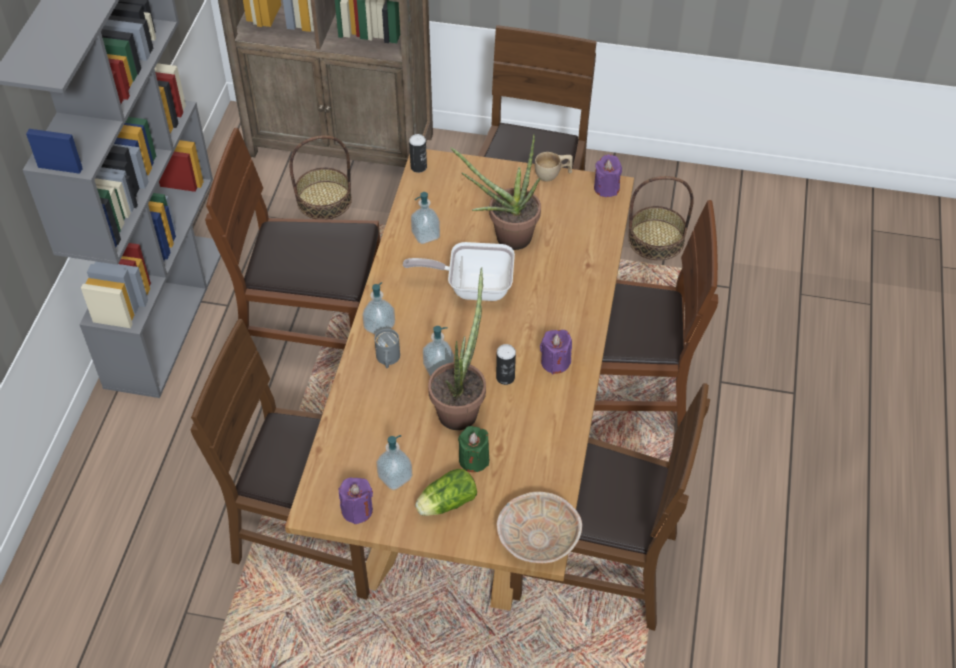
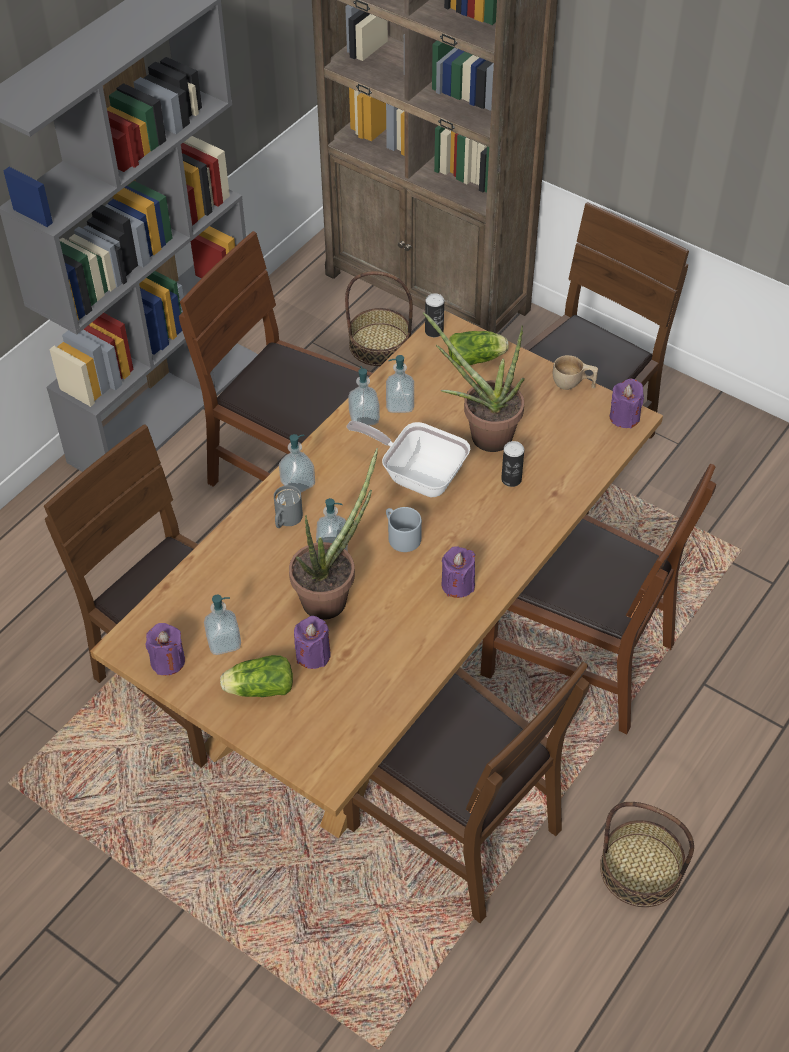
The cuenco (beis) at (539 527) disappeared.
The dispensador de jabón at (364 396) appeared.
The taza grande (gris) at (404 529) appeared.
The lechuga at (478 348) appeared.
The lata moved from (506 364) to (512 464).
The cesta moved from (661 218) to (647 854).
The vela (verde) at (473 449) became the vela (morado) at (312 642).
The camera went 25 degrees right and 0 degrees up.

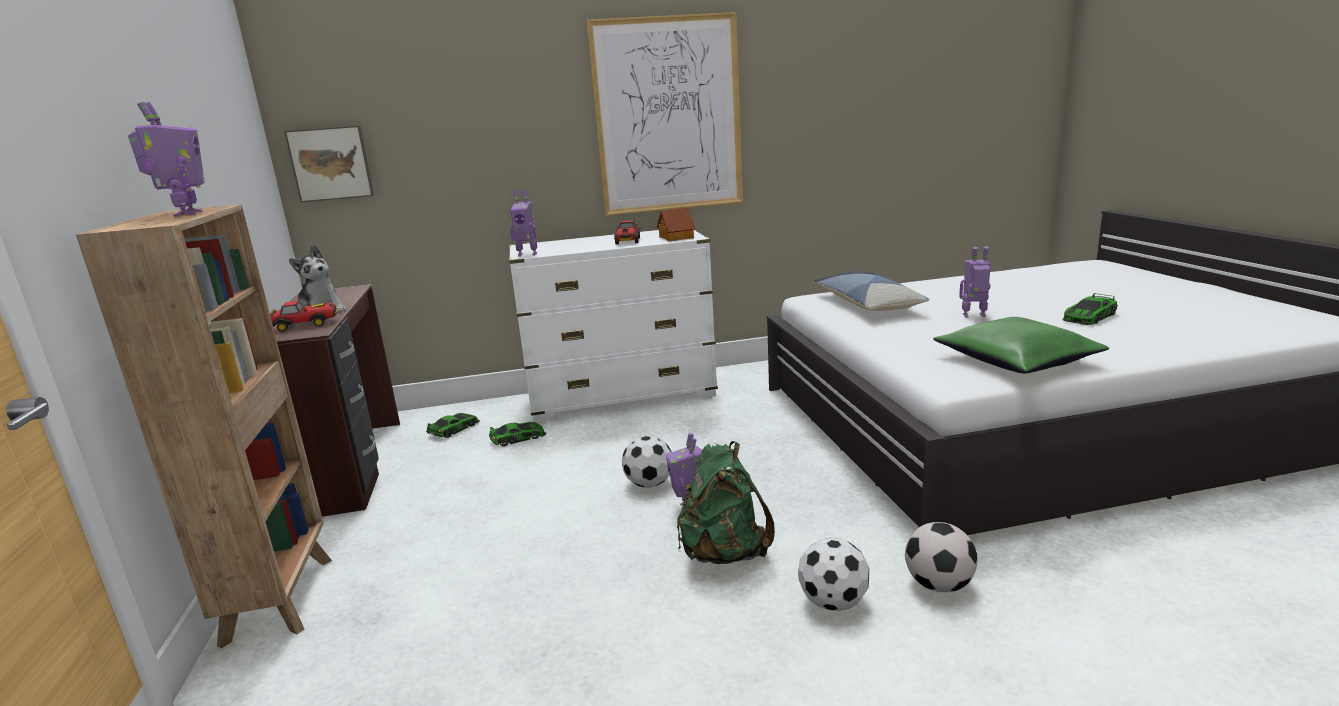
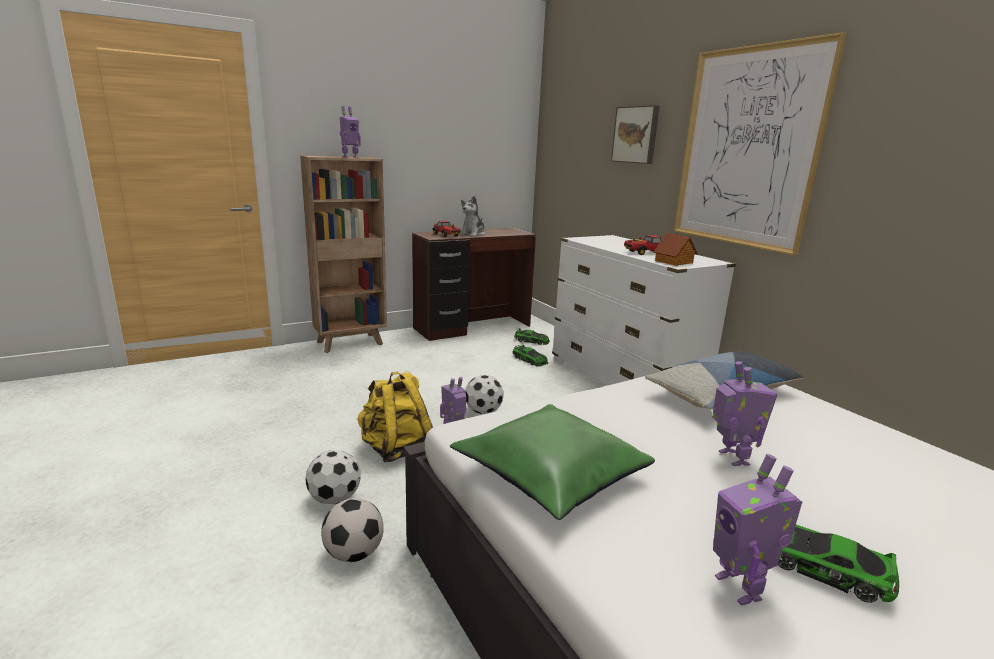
The cuadro moved from (329 163) to (635 134).
The robot de juguete moved from (523 223) to (757 530).
The mochila (verde) at (726 502) became the mochila (amarillo) at (395 416).
The camera went 70 degrees right and 0 degrees up.

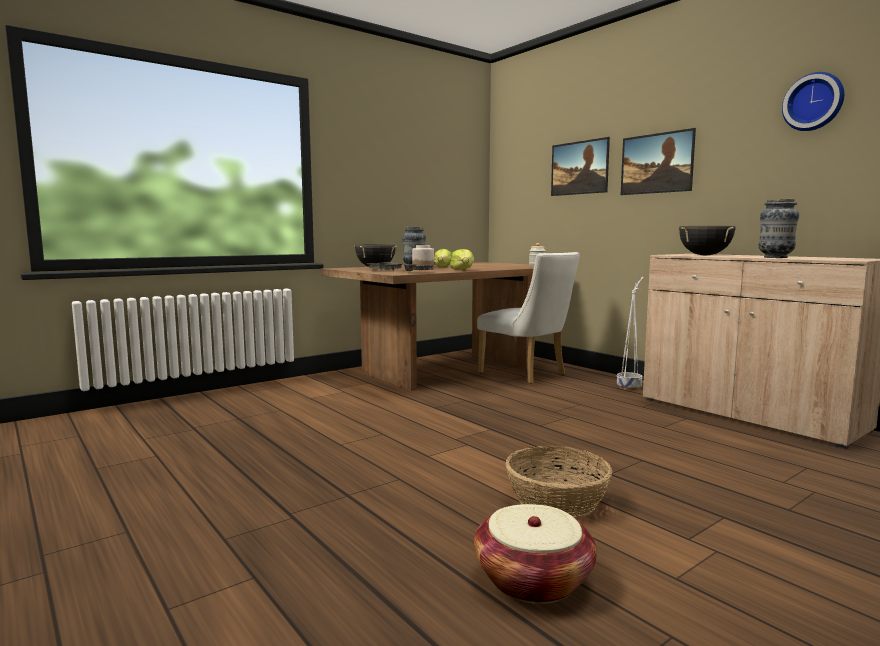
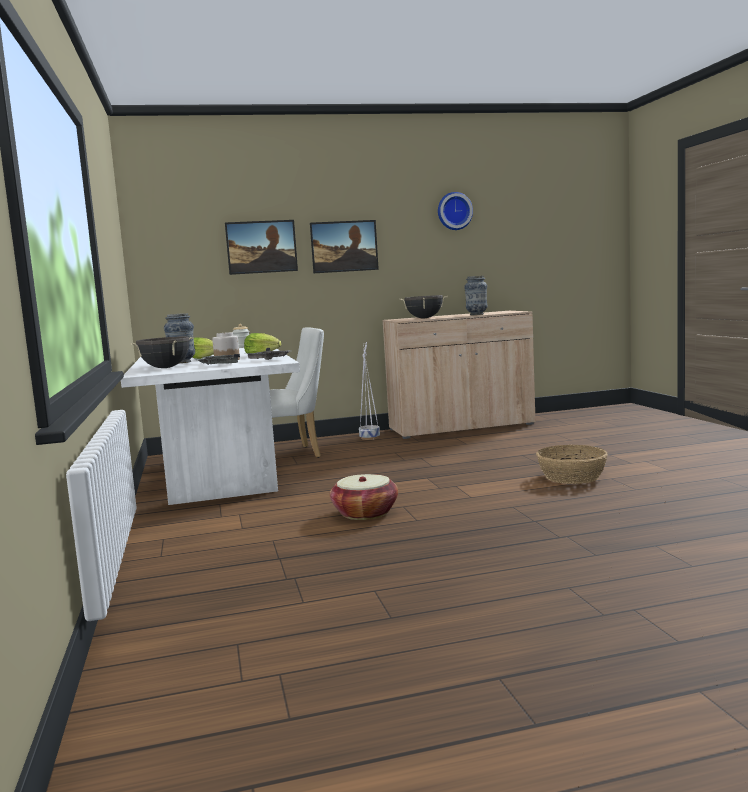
The cesta moved from (535 554) to (364 497).
The mesa de comedor (marrón) at (427 326) became the mesa de comedor (blanco) at (210 426).
The camera went 65 degrees left and 0 degrees up.

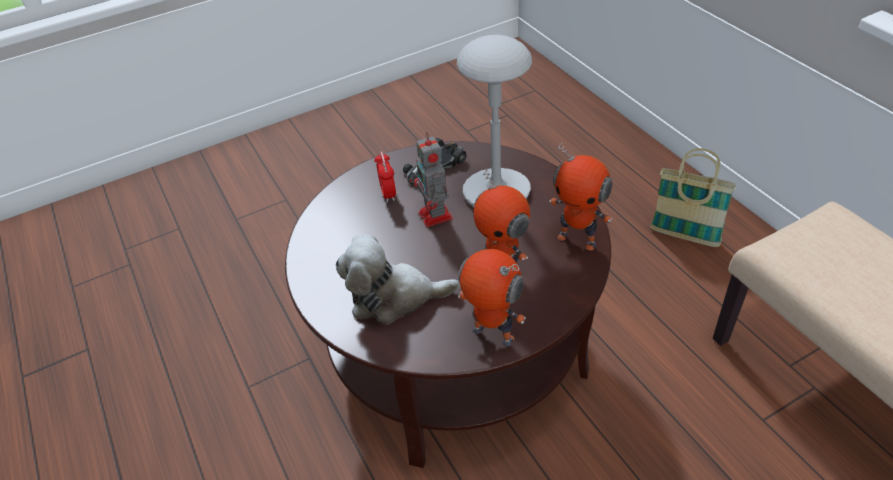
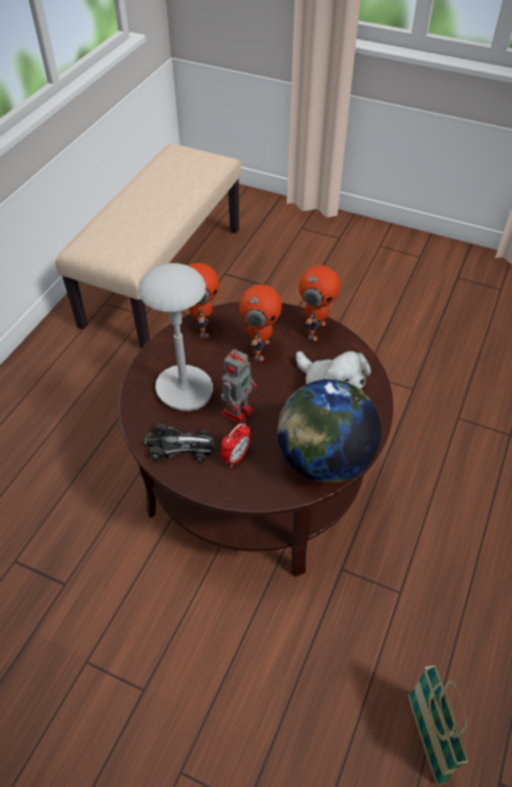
The globo terráqueo at (329 431) appeared.
The cesta moved from (693 197) to (438 725).
The robot de juguete at (492 298) turned 150 degrees counterclockwise.
The camera went 130 degrees left and 5 degrees up.

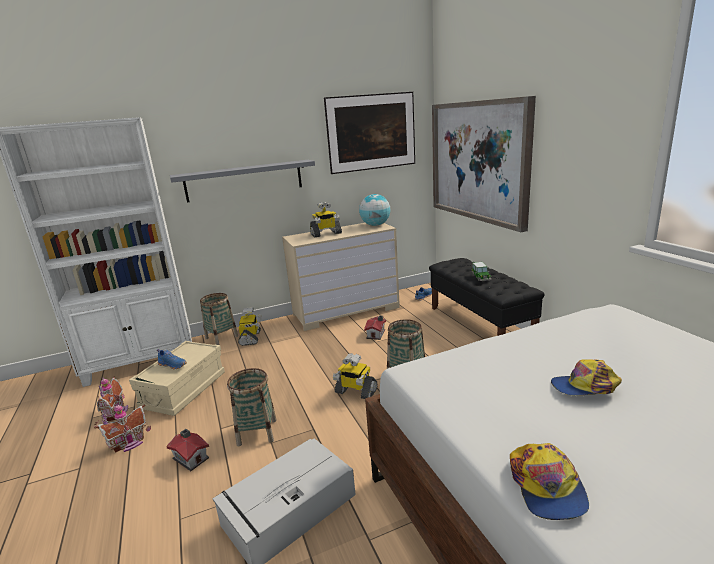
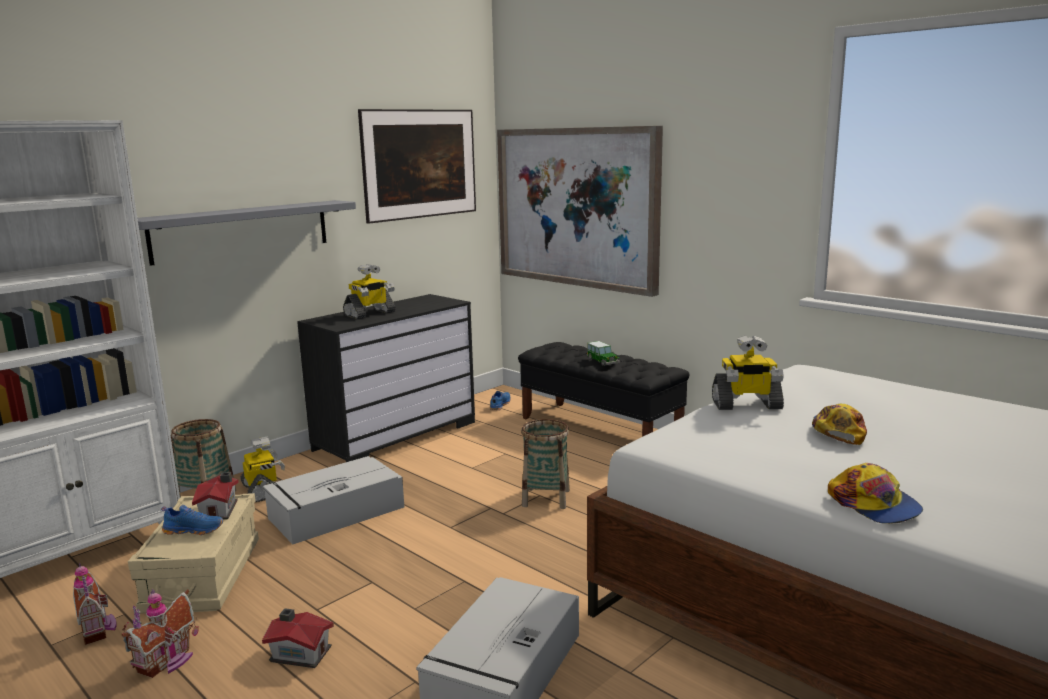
The cesta at (252 407) disappeared.
The globo terráqueo at (374 210) disappeared.
The caja de almacenaje (gris) at (333 500) appeared.
The robot de juguete moved from (355 376) to (748 372).
The casita moved from (375 328) to (215 496).
The cómoda (beis) at (341 277) became the cómoda (negro) at (386 378).
The gorra at (586 377) turned 135 degrees clockwise.
The camera went 25 degrees left and 5 degrees down.

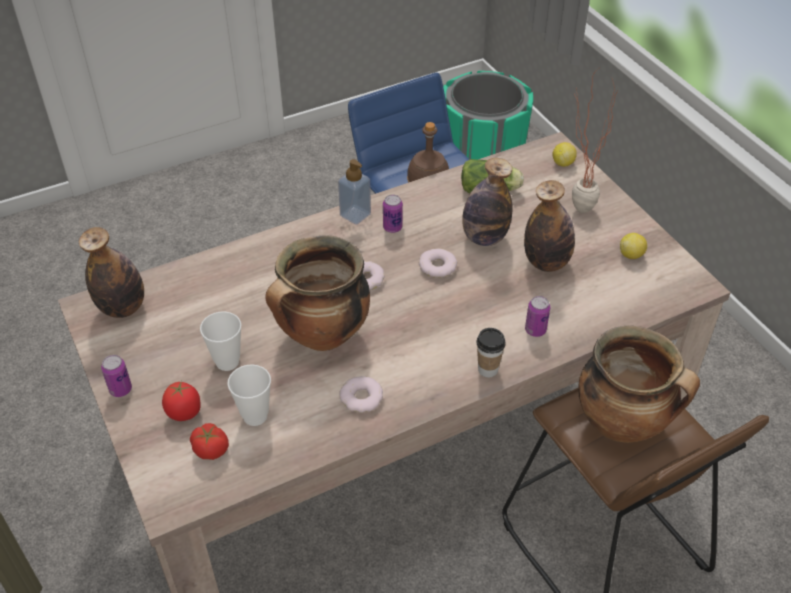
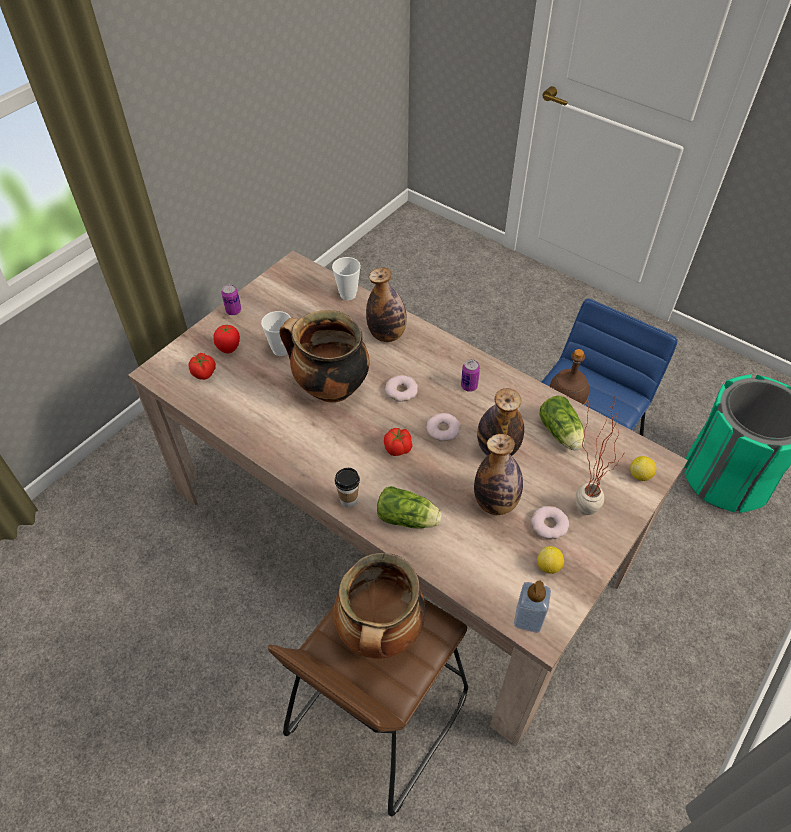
The tomate at (398 442) appeared.
The botella moved from (111 272) to (386 304).
The taza moved from (249 395) to (346 278).
The dispensador de jabón moved from (354 192) to (532 607).
The rosquilla moved from (361 394) to (550 522).
The lata at (537 316) was replaced by the lechuga at (409 507).
The camera went 65 degrees right and 5 degrees up.

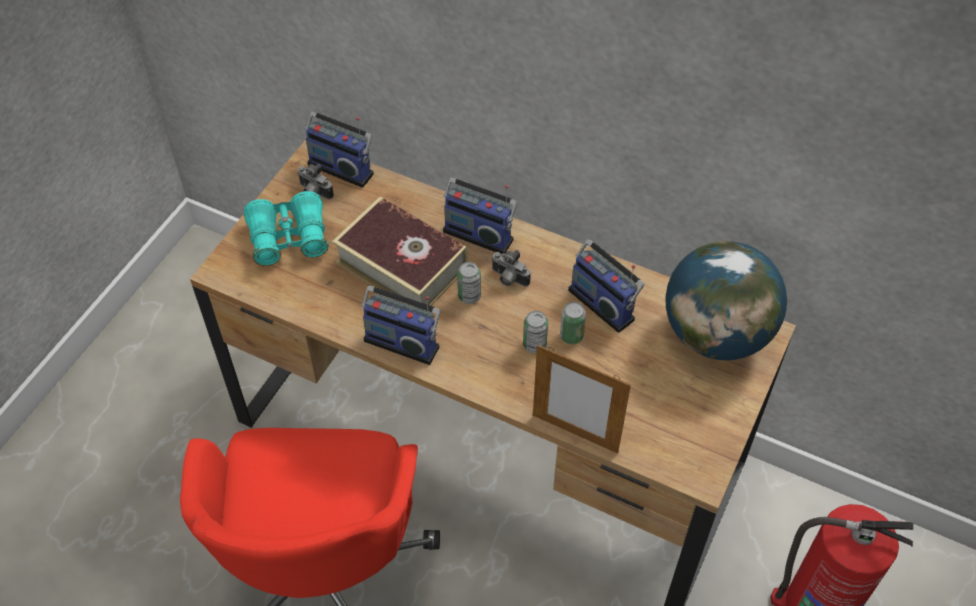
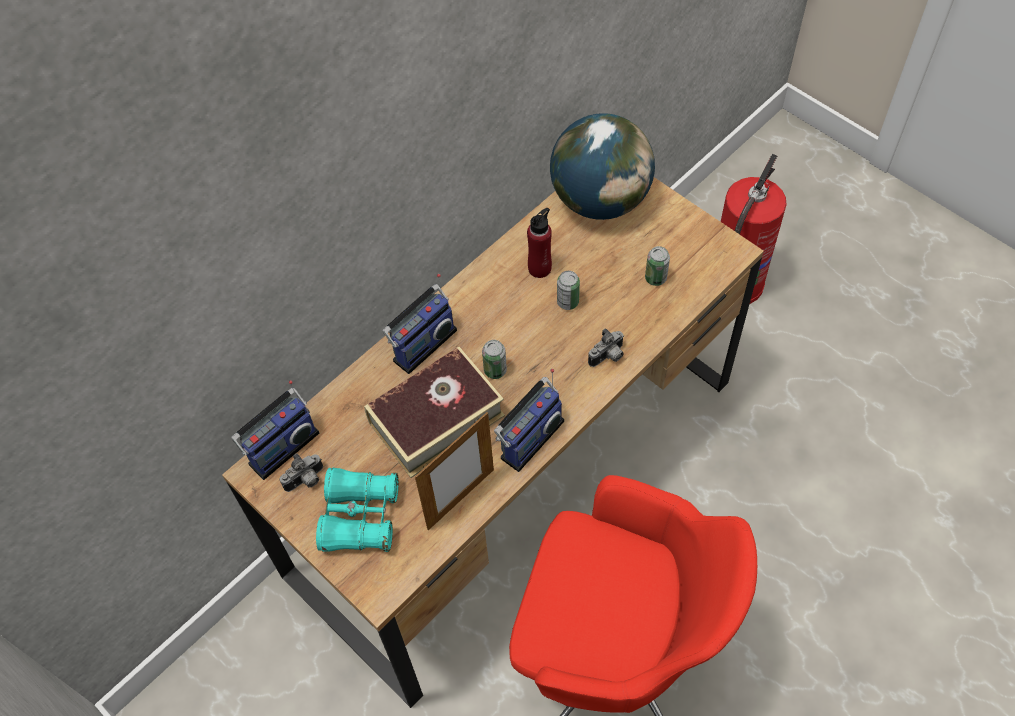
The cámara moved from (511 268) to (606 347).
The lata moved from (535 332) to (657 266).
The portarretratos moved from (582 399) to (454 471).
The radio at (606 286) was replaced by the botella (rojo) at (539 243).
The camera went 70 degrees left and 5 degrees up.

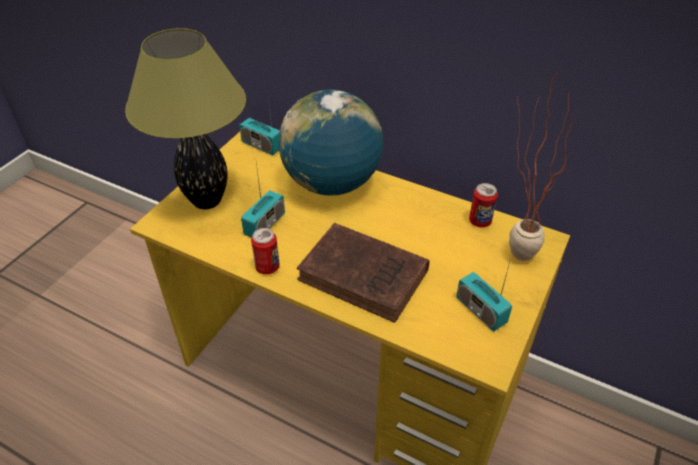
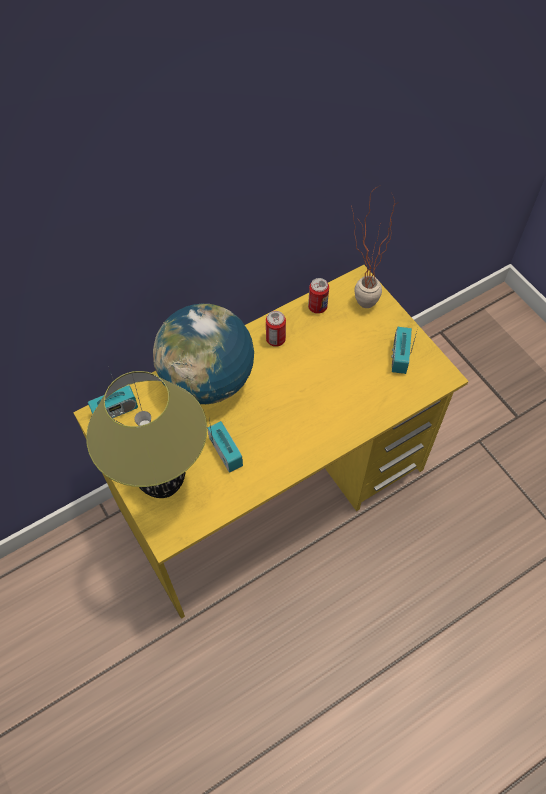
The libro (marrón) at (363 273) disappeared.
The lata moved from (265 251) to (276 329).
The radio at (484 294) turned 105 degrees clockwise.
The camera went 60 degrees left and 15 degrees up.

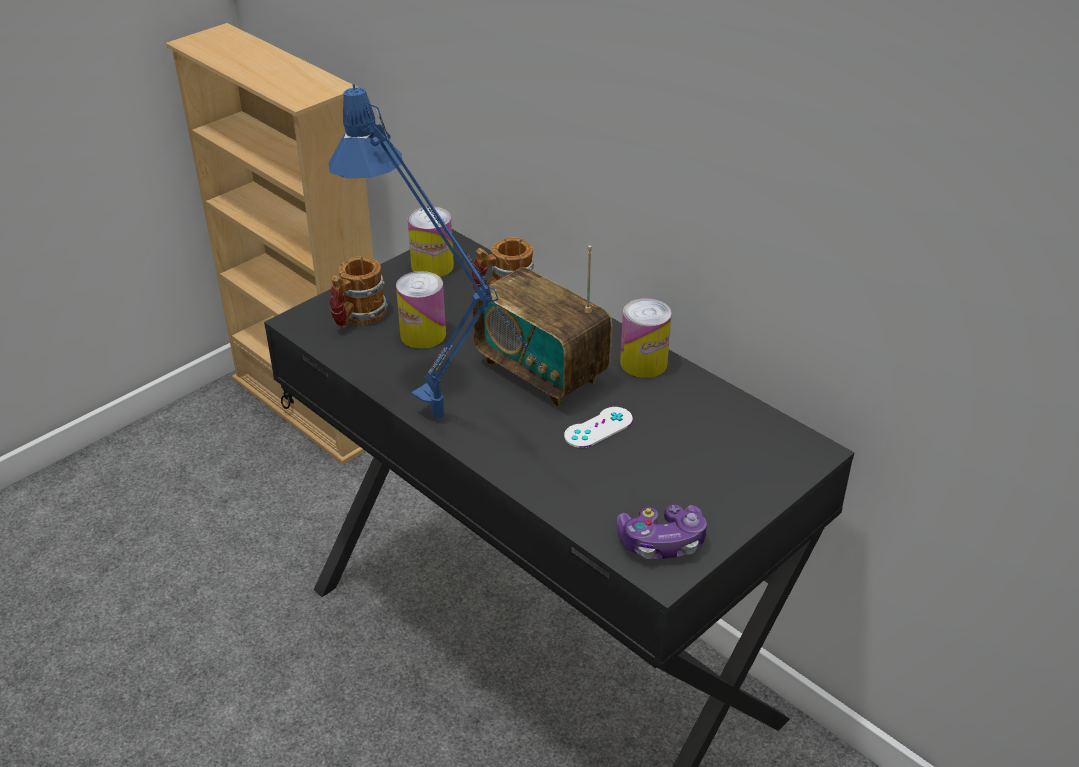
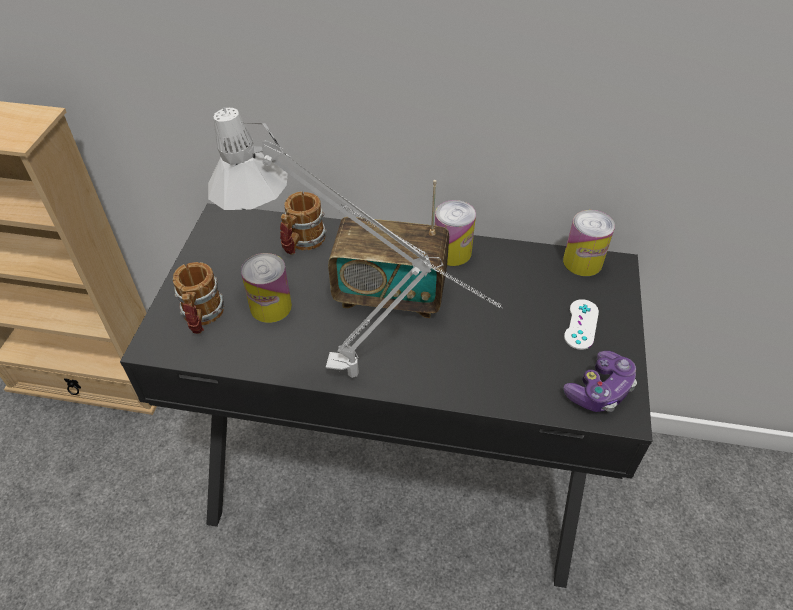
The lata moved from (431 242) to (589 243).
The mando de consola (blanco) moved from (598 427) to (581 324).
The lámpara de mesa (azul) at (435 251) became the lámpara de mesa (gris) at (355 242).
The camera went 35 degrees left and 10 degrees up.

